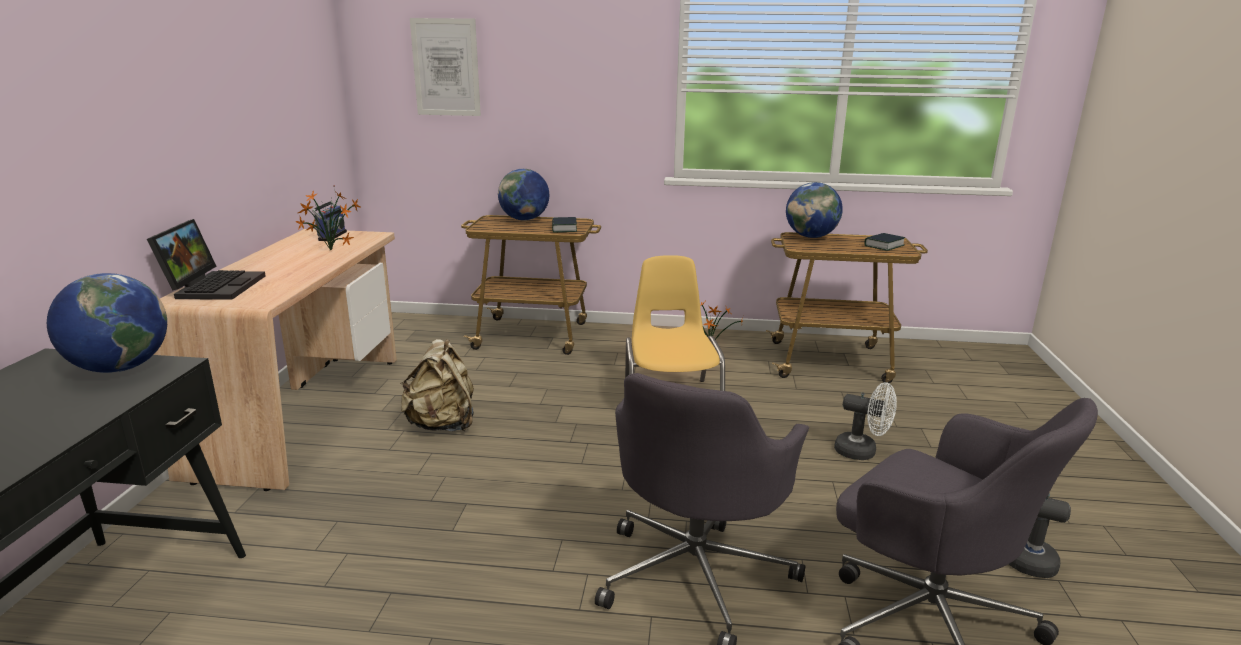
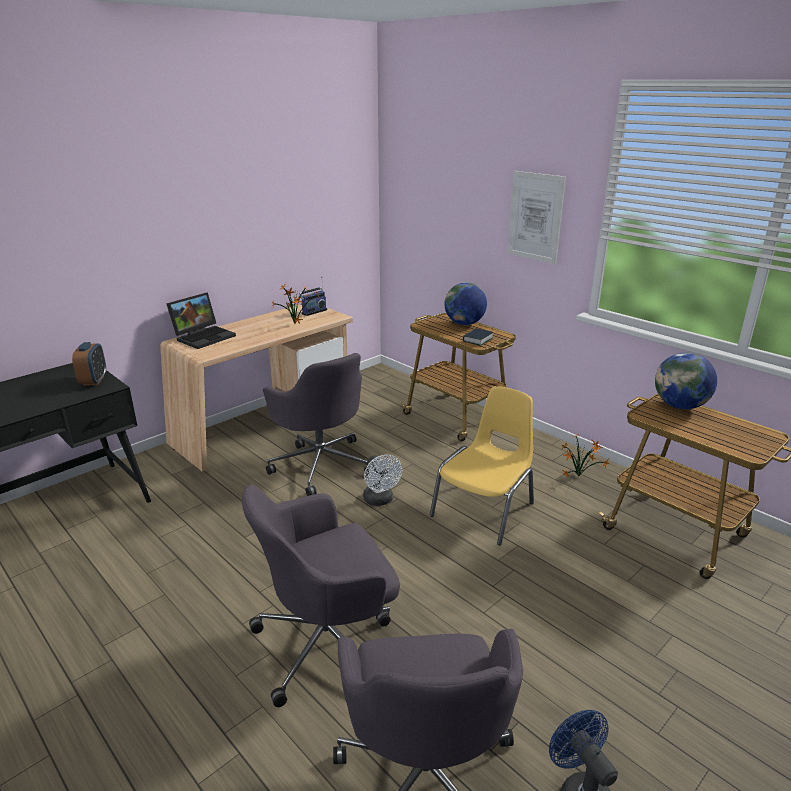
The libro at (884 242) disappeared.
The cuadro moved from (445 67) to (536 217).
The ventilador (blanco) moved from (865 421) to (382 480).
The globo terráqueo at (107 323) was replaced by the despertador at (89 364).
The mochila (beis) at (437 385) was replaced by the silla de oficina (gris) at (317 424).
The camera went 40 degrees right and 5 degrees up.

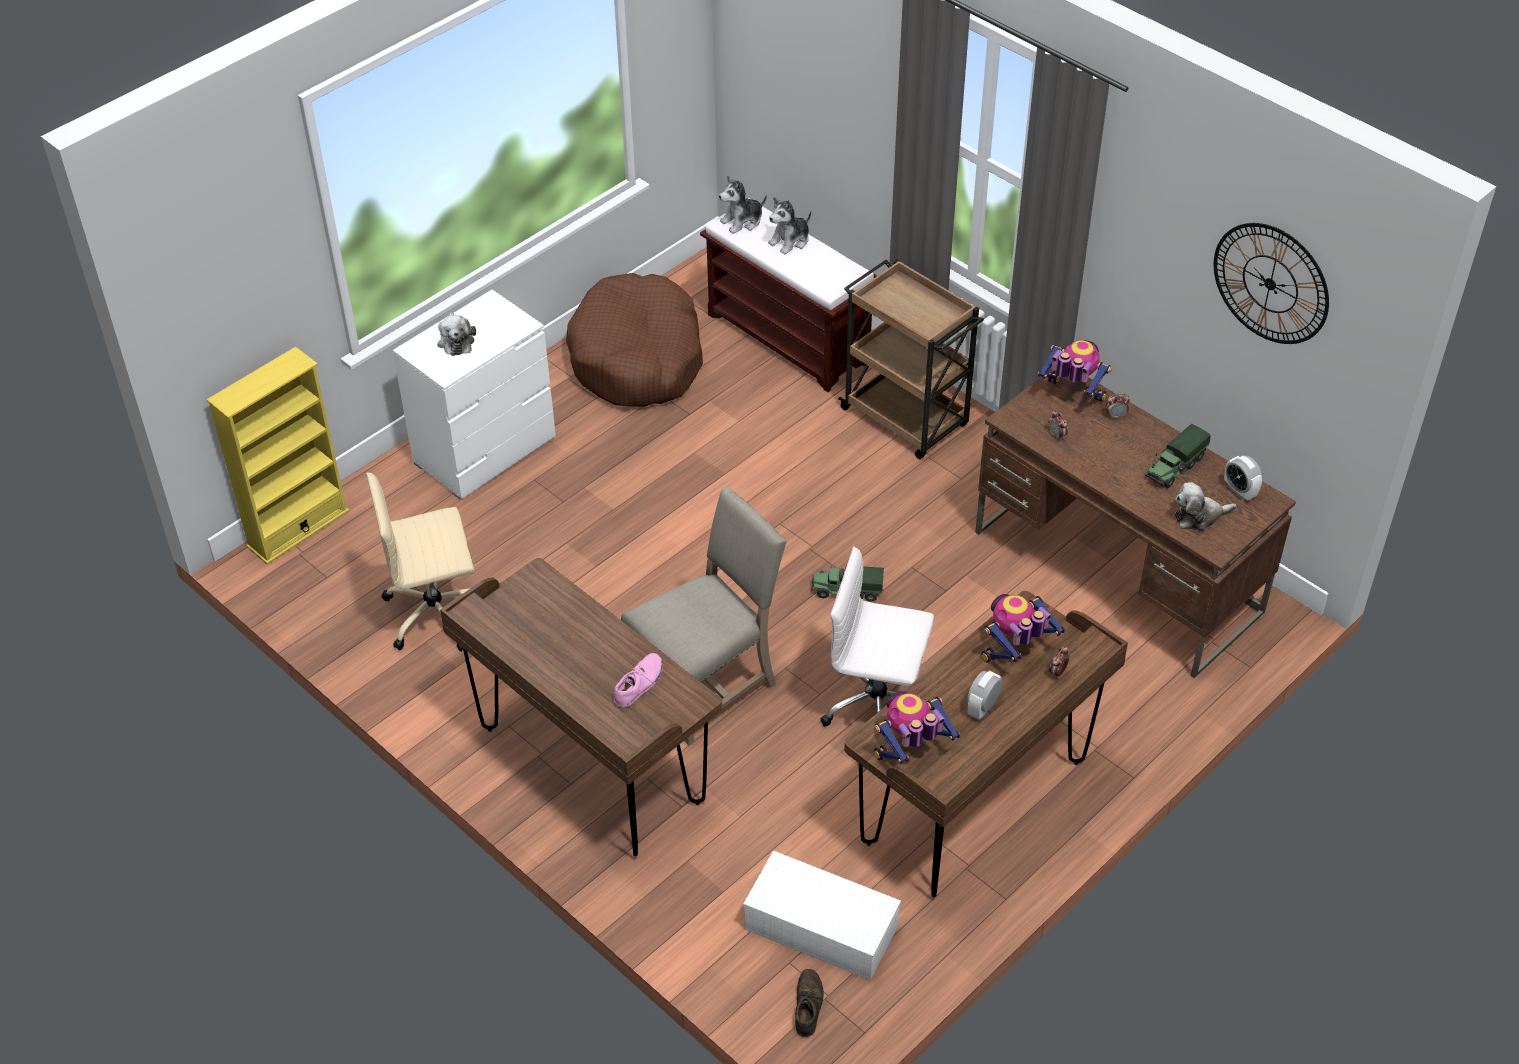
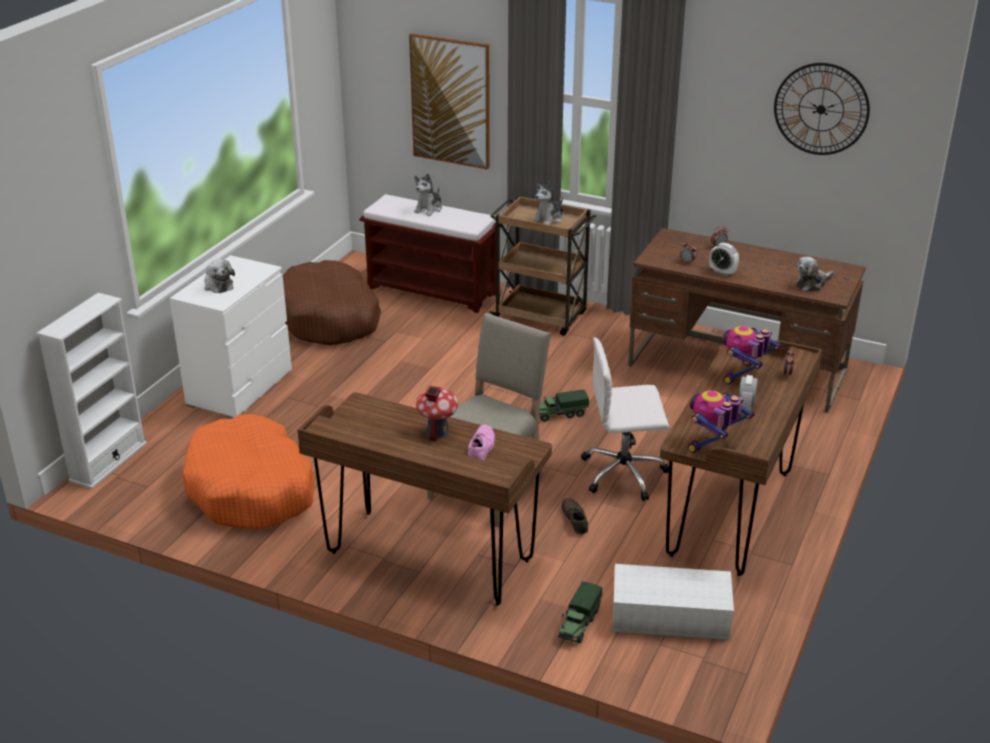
The robot de juguete at (1075 371) disappeared.
The cuadro at (449 101) appeared.
The casita at (437 413) appeared.
The peluche moved from (743 205) to (548 203).
The zapato (marrón) moved from (809 1003) to (574 516).
The camión de juguete moved from (1178 456) to (580 612).
The despertador moved from (1243 478) to (724 259).
The silla de oficina (beis) at (420 562) was replaced by the cama para perro (naranja) at (248 471).
The estantería (amarillo) at (277 456) became the estantería (blanco) at (92 391).
The camera went 20 degrees left and 15 degrees down.

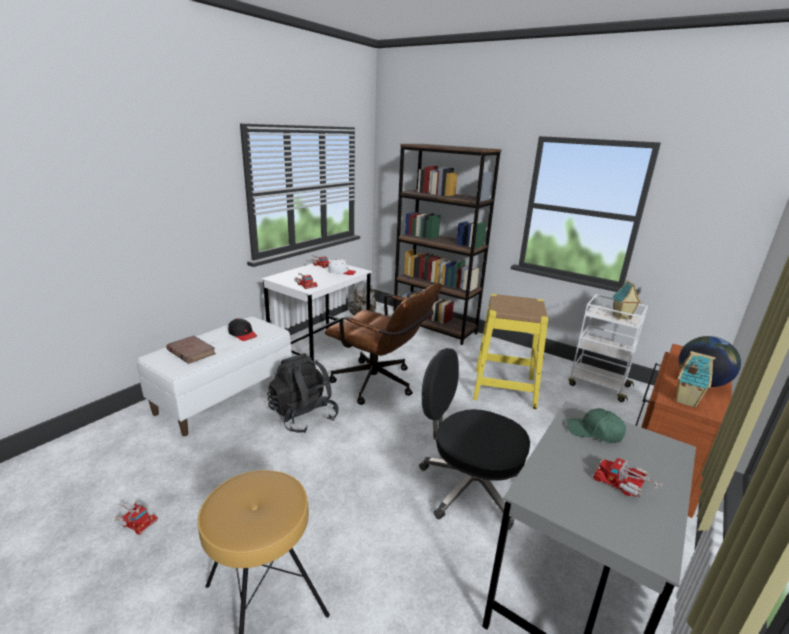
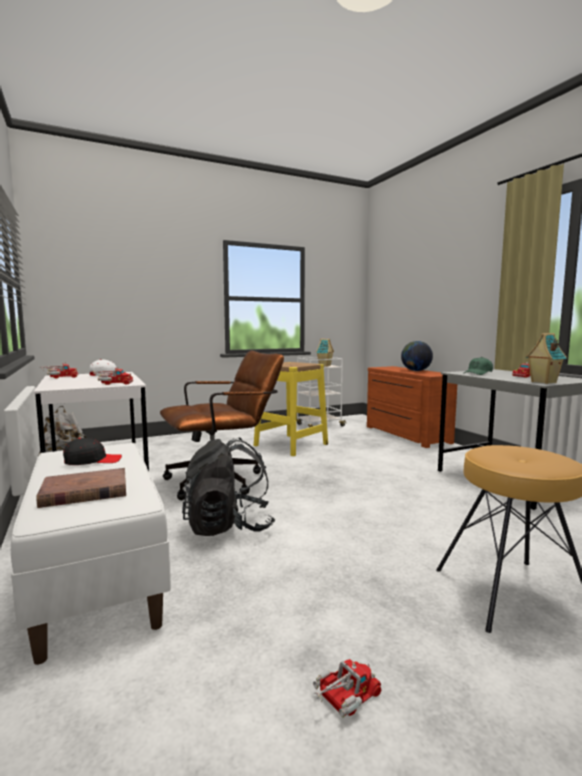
The estantería (marrón) at (447 244) disappeared.
The silla de oficina (negro) at (474 439) disappeared.
The casita moved from (695 379) to (546 358).
The camera went 60 degrees left and 15 degrees down.

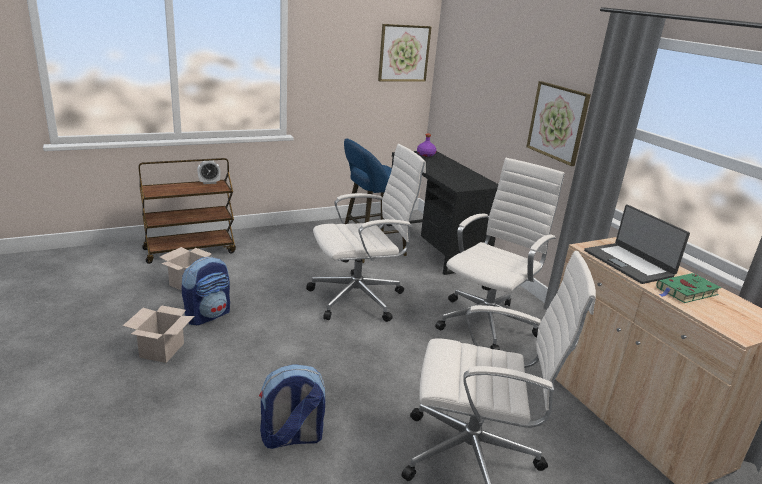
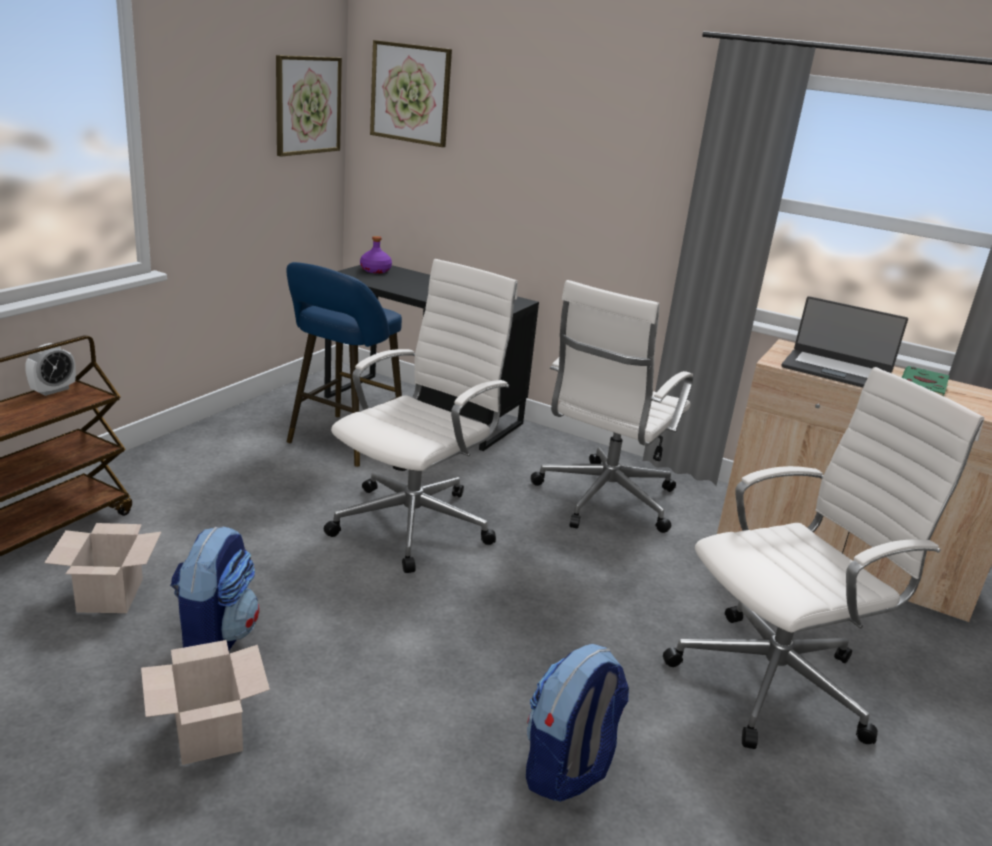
The cuadro moved from (558 123) to (411 93).
The silla de oficina (blanco) at (499 254) turned 150 degrees counterclockwise.
The camera went 35 degrees left and 0 degrees up.

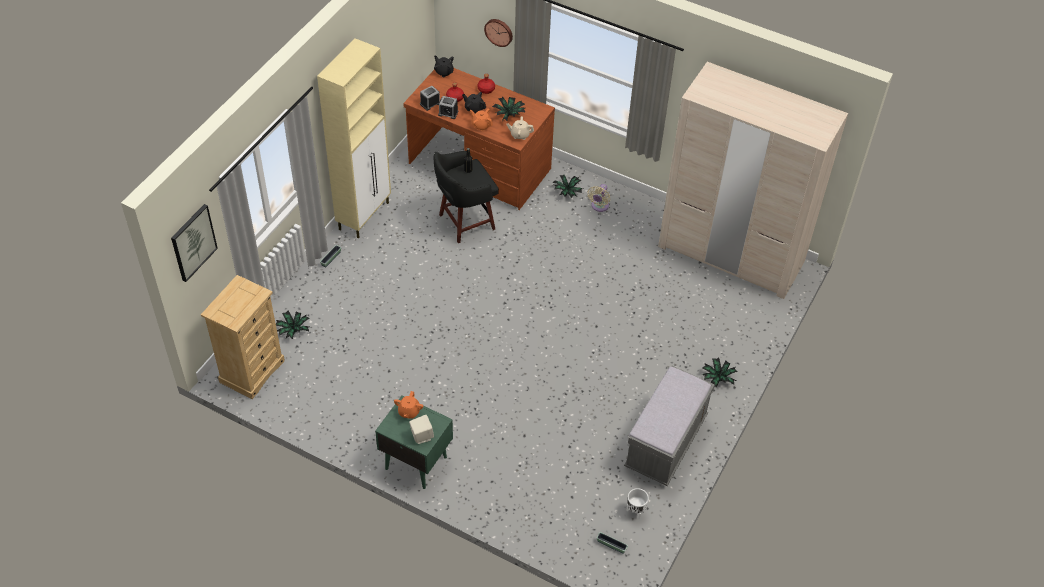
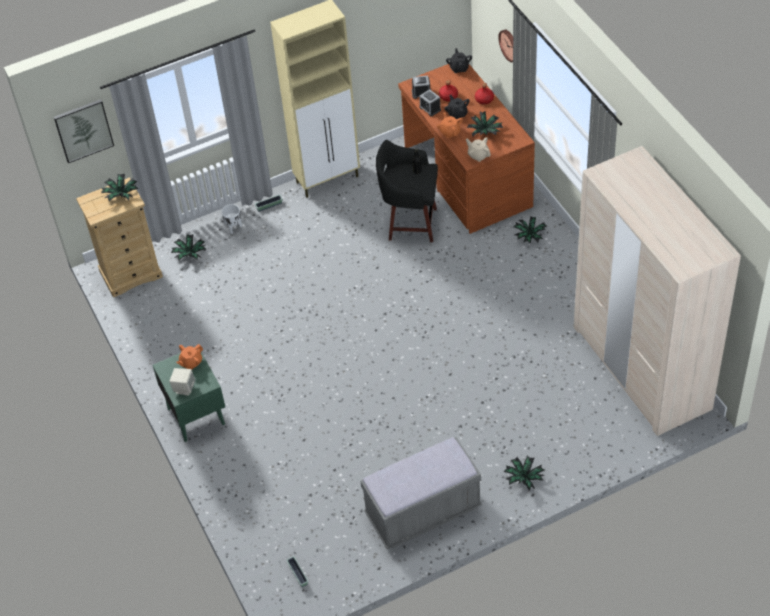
The ventilador (beis) at (598 198) disappeared.
The planta en maceta at (120 187) appeared.
The maceta (blanco) moved from (638 503) to (231 219).
The camera went 40 degrees right and 0 degrees up.

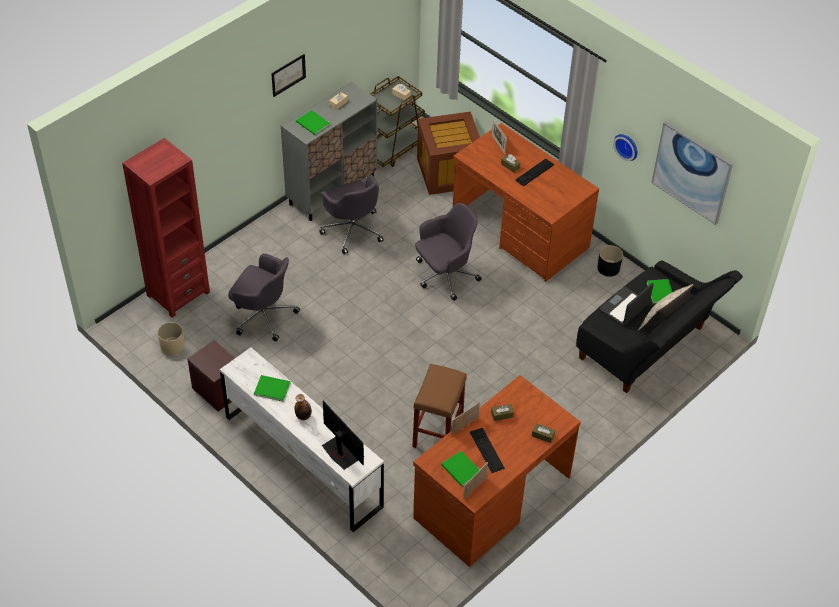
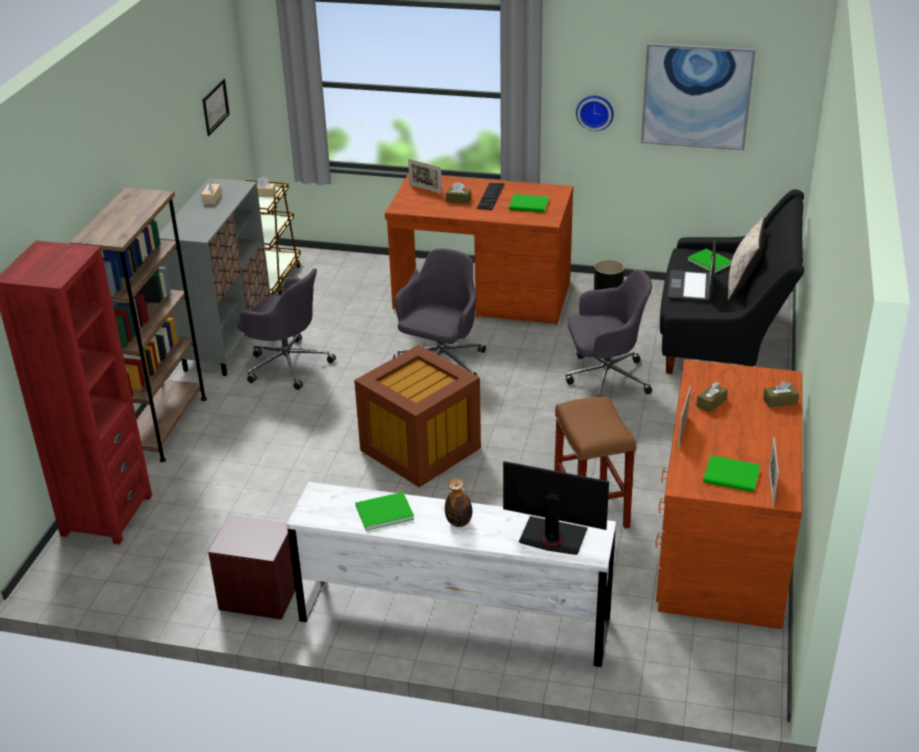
The maceta (beis) at (171 338) disappeared.
The teclado at (487 450) disappeared.
The estantería (marrón) at (138 324) appeared.
The silla de oficina (gris) moved from (264 297) to (609 333).
The cuadro moved from (288 75) to (216 107).
The libro (verde) moved from (313 122) to (529 203).
The caja de almacenaje (marrón) moved from (448 153) to (417 416).
The camera went 30 degrees left and 15 degrees down.

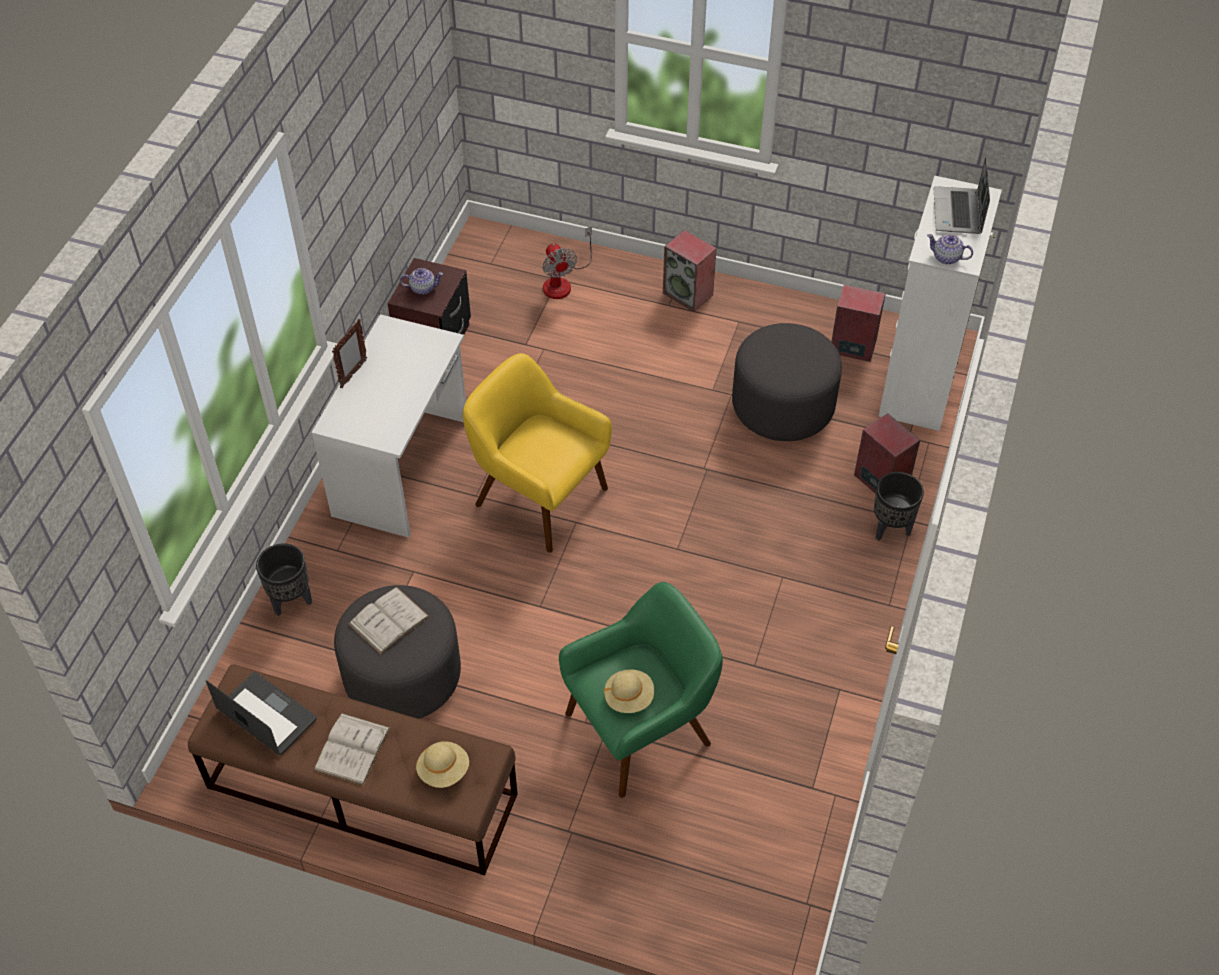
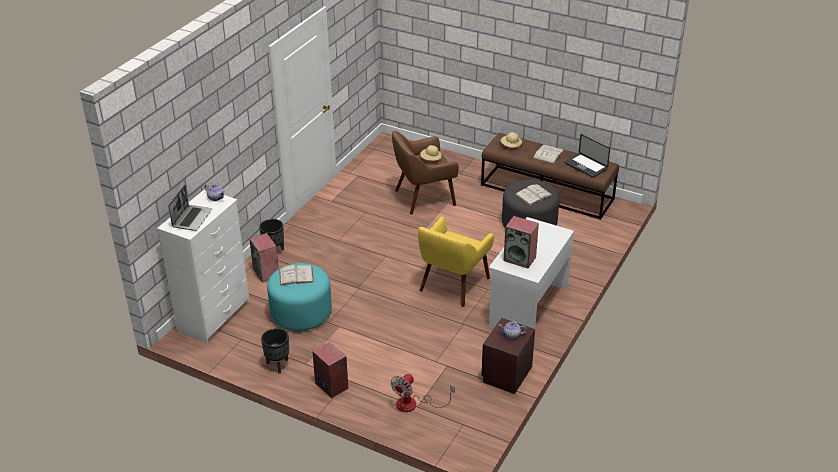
The portarretratos at (349 353) disappeared.
The libro (blanco) at (296 275) appeared.
The maceta (negro) moved from (284 579) to (275 351).
The altavoz moved from (858 323) to (521 242).
The sillón (verde) at (641 690) became the sillón (marrón) at (425 173).
The puf (gris) at (787 382) became the puf (turquesa) at (299 297).
The sillón (amarillo) at (537 453) turned 75 degrees clockwise.
The ventilador at (567 263) turned 135 degrees counterclockwise.
The camera went 170 degrees left and 15 degrees down.

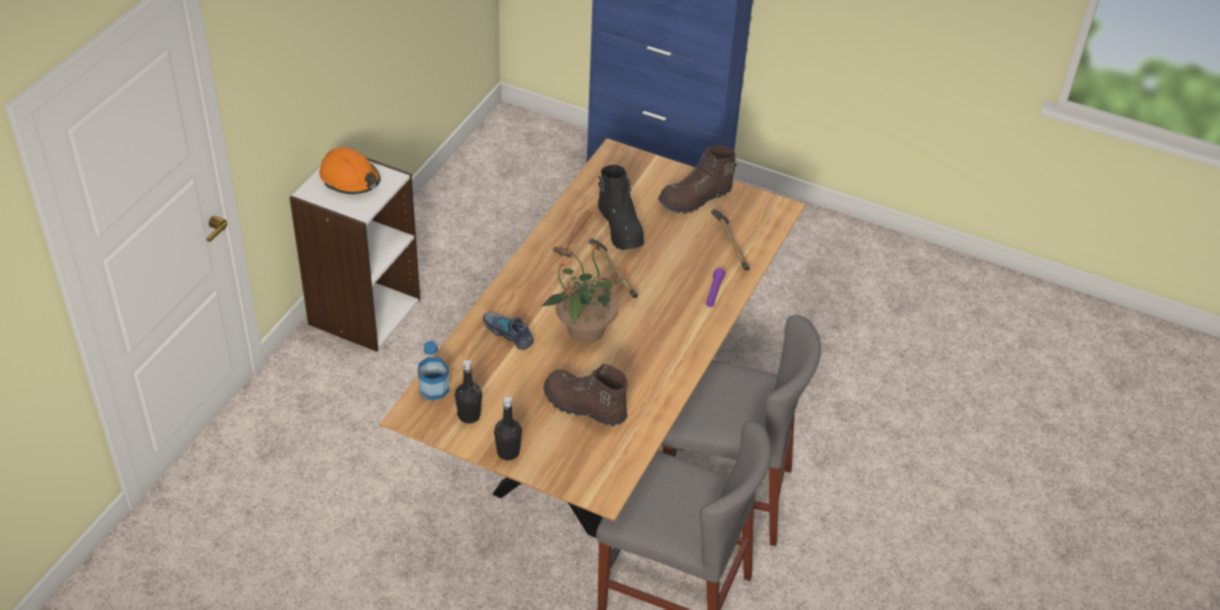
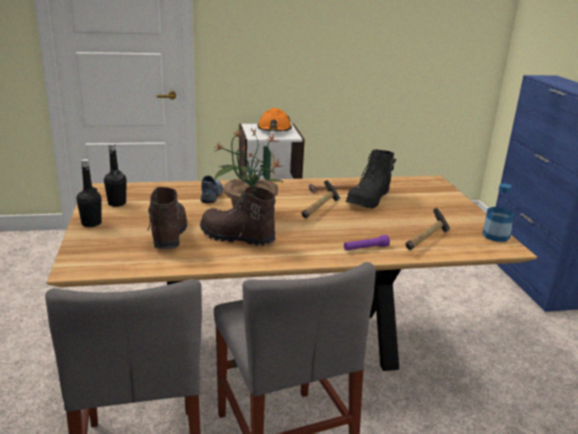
The botella moved from (434 370) to (497 212).
The bota (marrón) moved from (697 179) to (238 216).
The camera went 55 degrees right and 20 degrees down.

